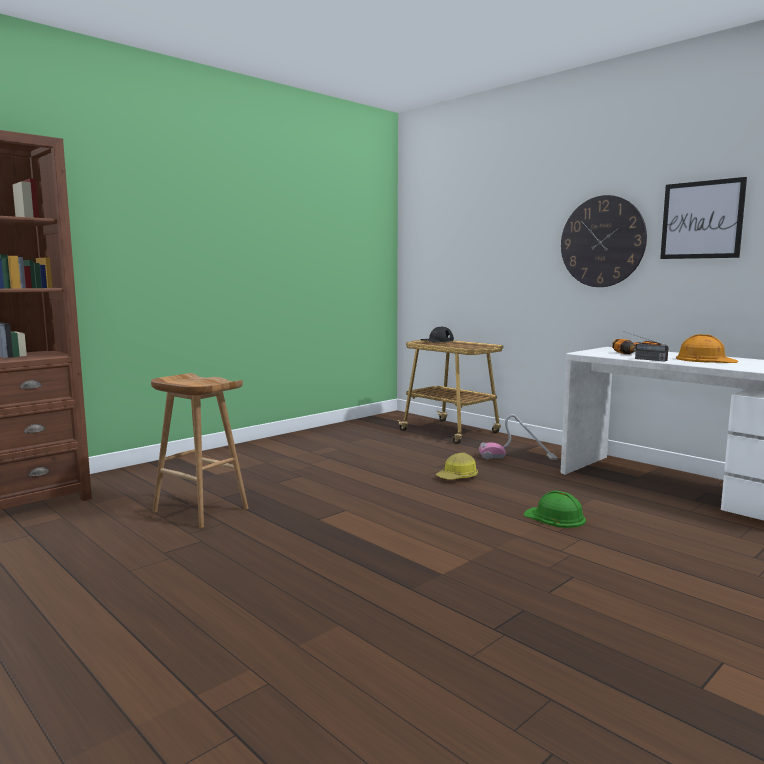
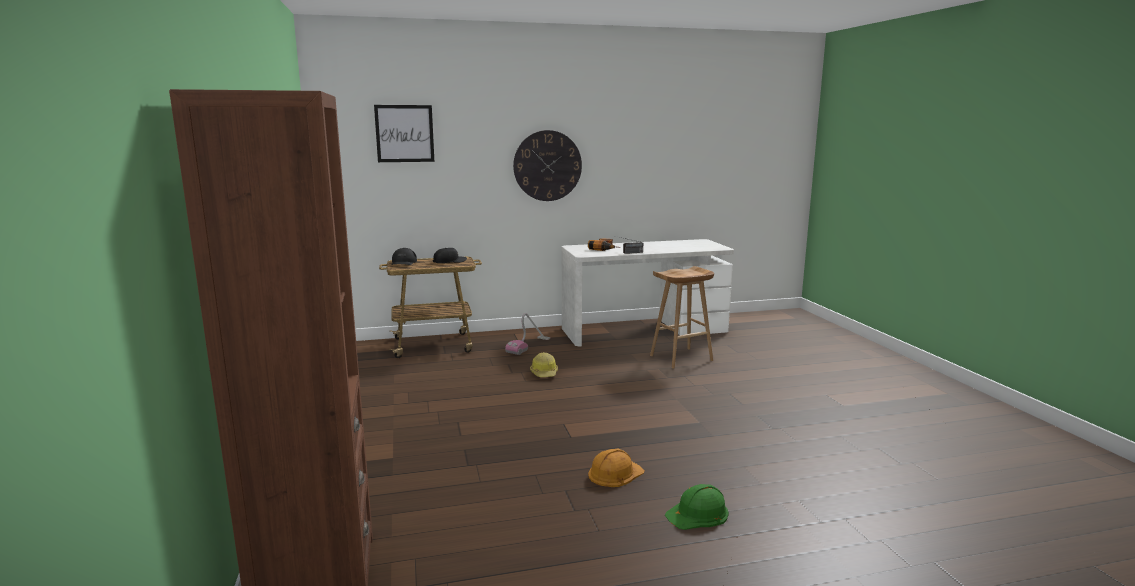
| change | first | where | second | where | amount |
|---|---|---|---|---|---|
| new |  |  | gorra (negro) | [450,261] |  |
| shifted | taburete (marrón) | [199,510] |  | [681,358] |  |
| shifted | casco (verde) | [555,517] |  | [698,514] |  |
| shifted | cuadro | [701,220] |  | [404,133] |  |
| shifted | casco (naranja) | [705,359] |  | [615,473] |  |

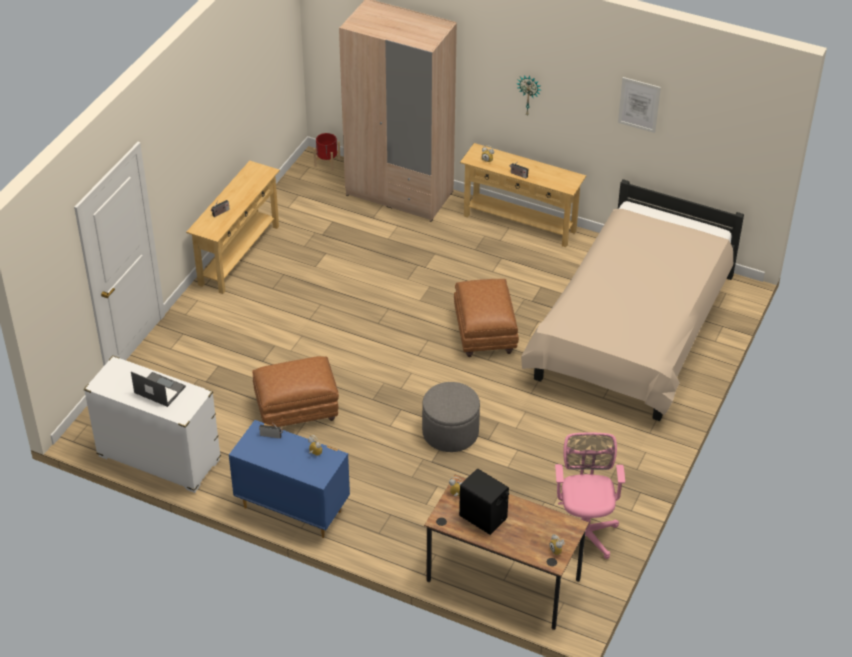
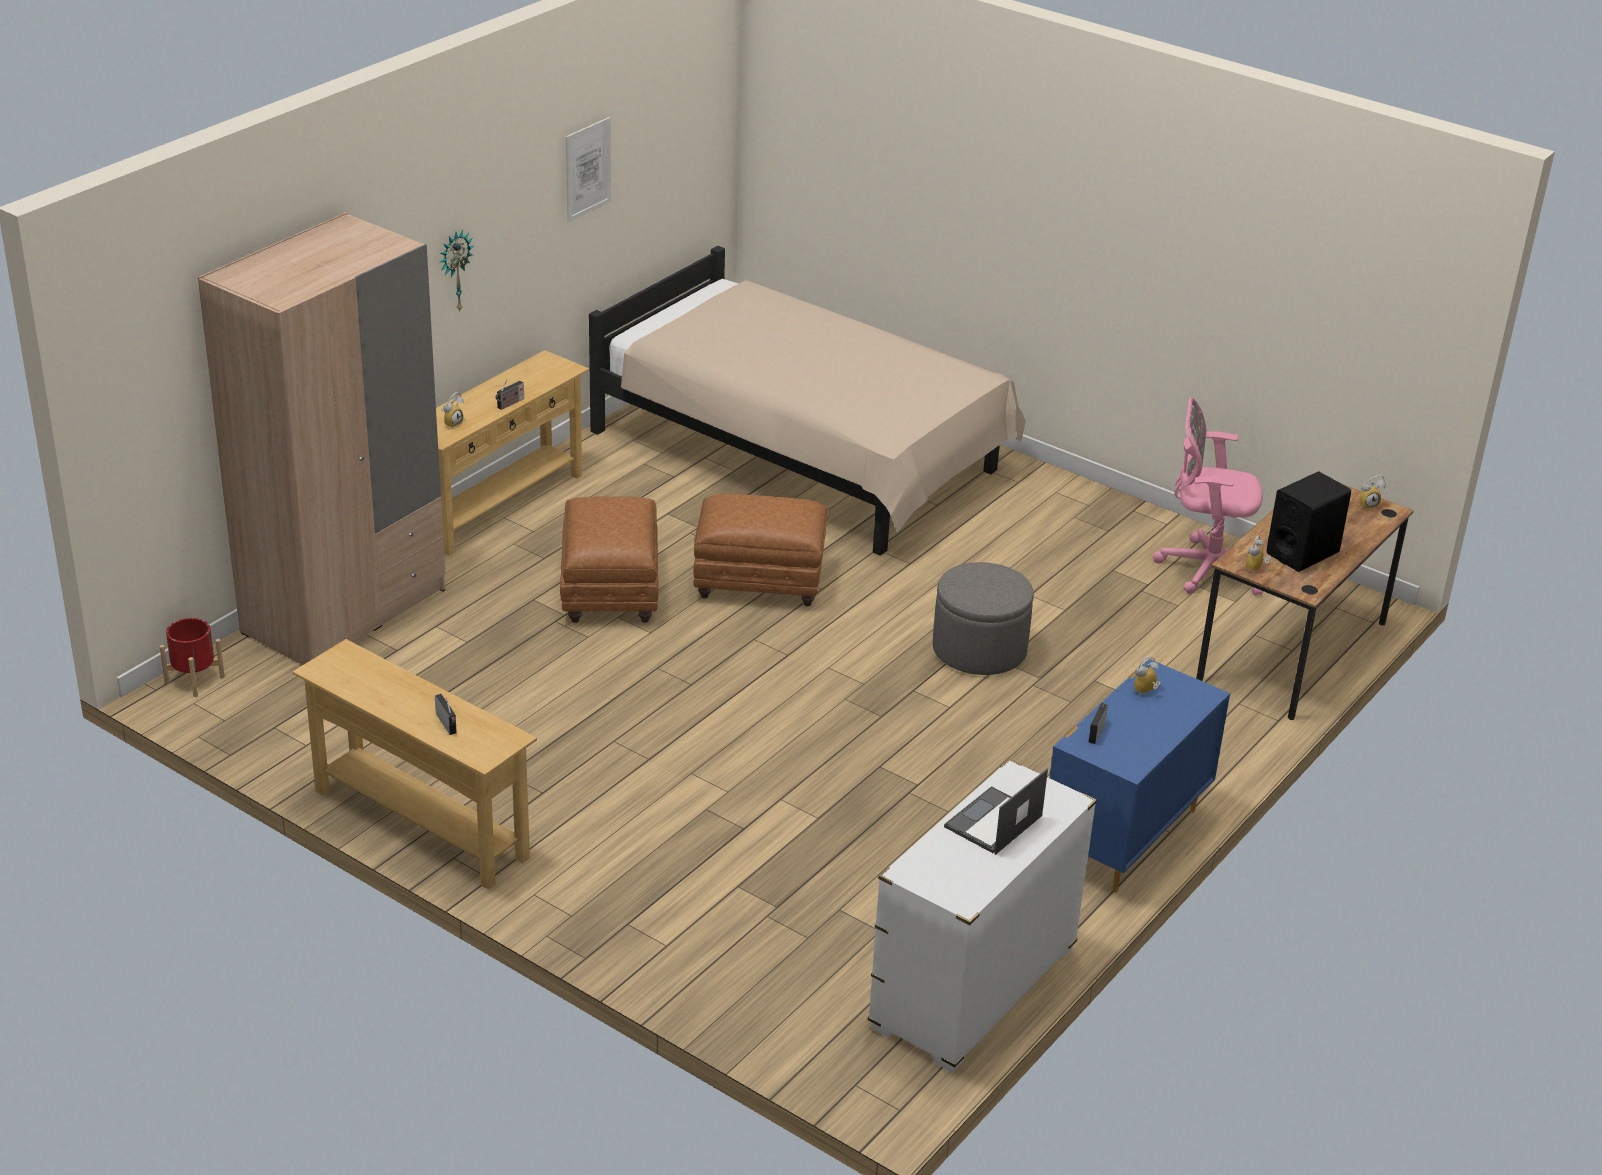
| change | first | where | second | where | amount |
|---|---|---|---|---|---|
| shifted | puf (marrón) | [297,410] |  | [609,591] |  |

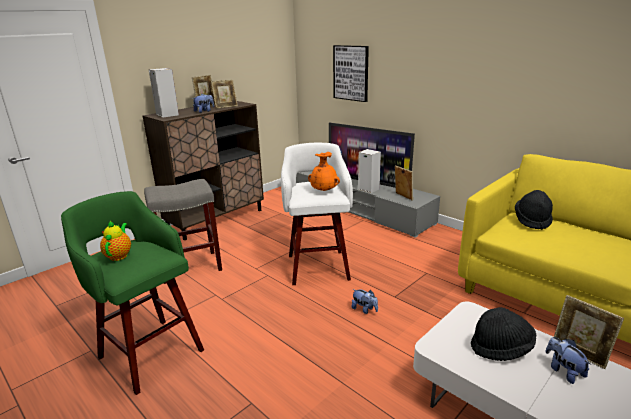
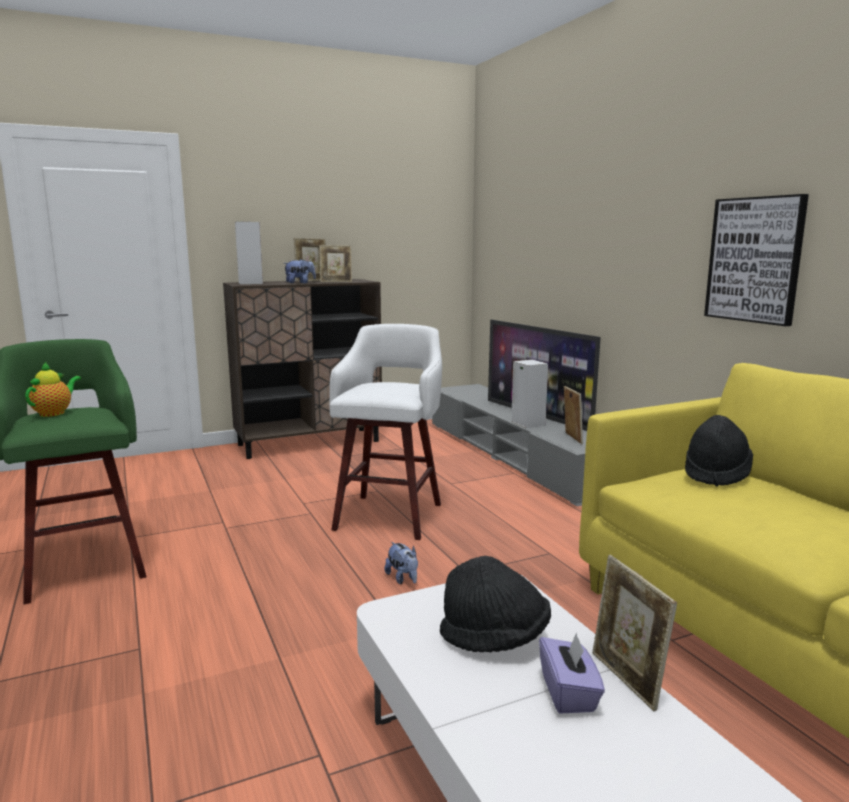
| change | first | where | second | where | amount |
|---|---|---|---|---|---|
| gone | taburete (gris) | [189,267] |  |  |  |
| gone | florero (naranja) | [324,190] |  |  |  |
| shifted | cuadro | [351,73] |  | [755,260] |  |
| swapped | peluche | [563,371] | caja de pañuelos (morado) | [569,693] |  |

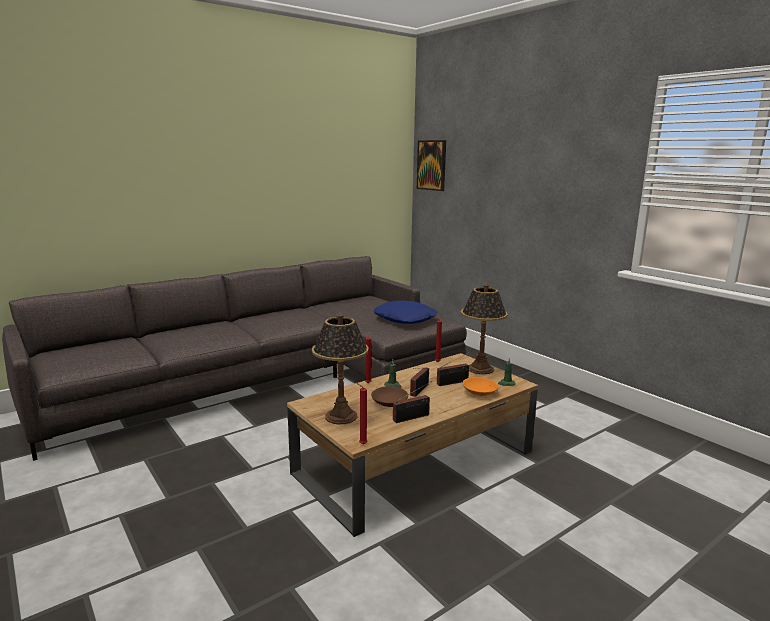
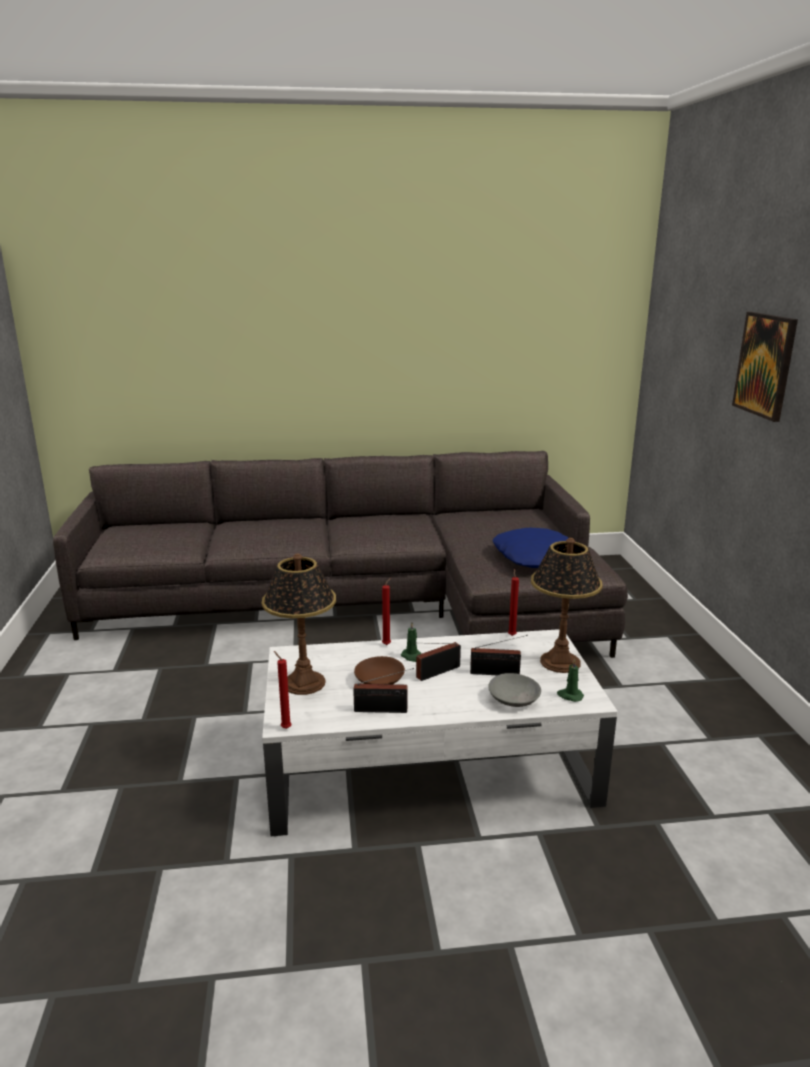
| change | first | where | second | where | amount |
|---|---|---|---|---|---|
| shifted | cuadro | [432,165] |  | [765,365] |  |
| repainted | mesa de centro (marrón) | [416,462] | mesa de centro (blanco) | [431,767] |  |
| repainted | cuenco (naranja) | [480,392] | cuenco (gris) | [514,699] |  |

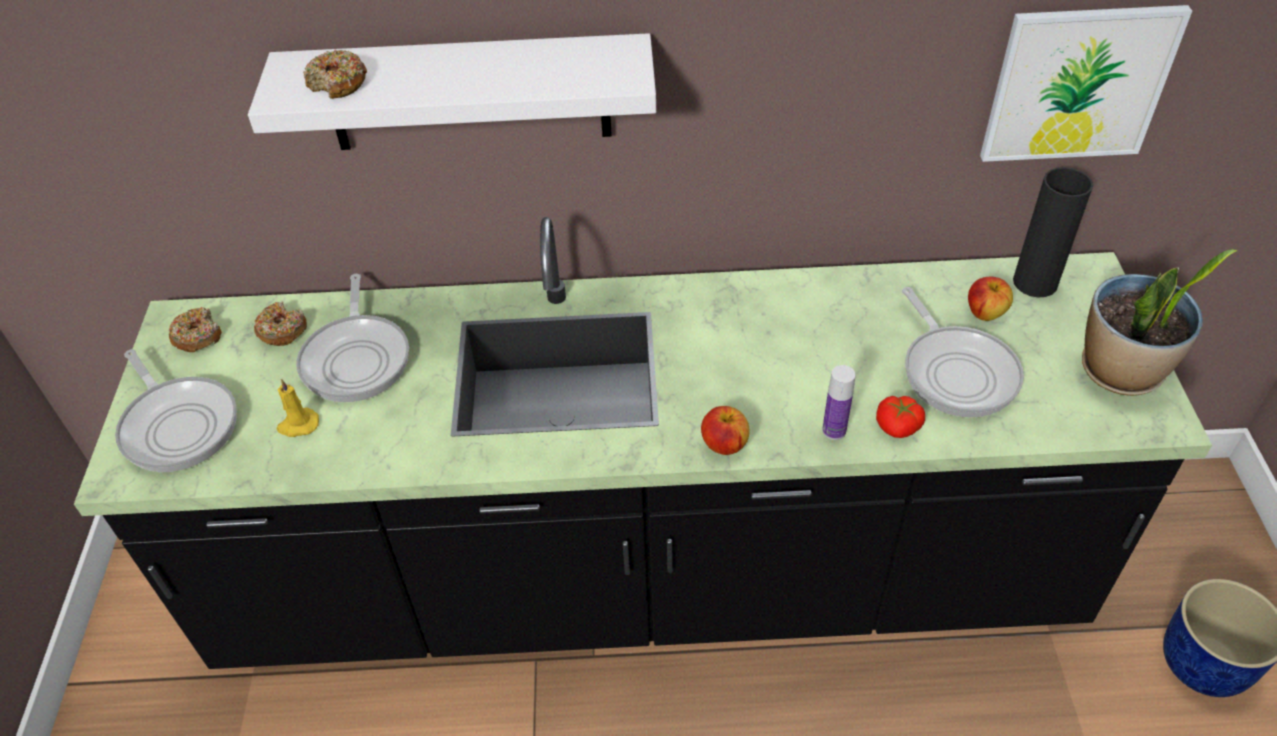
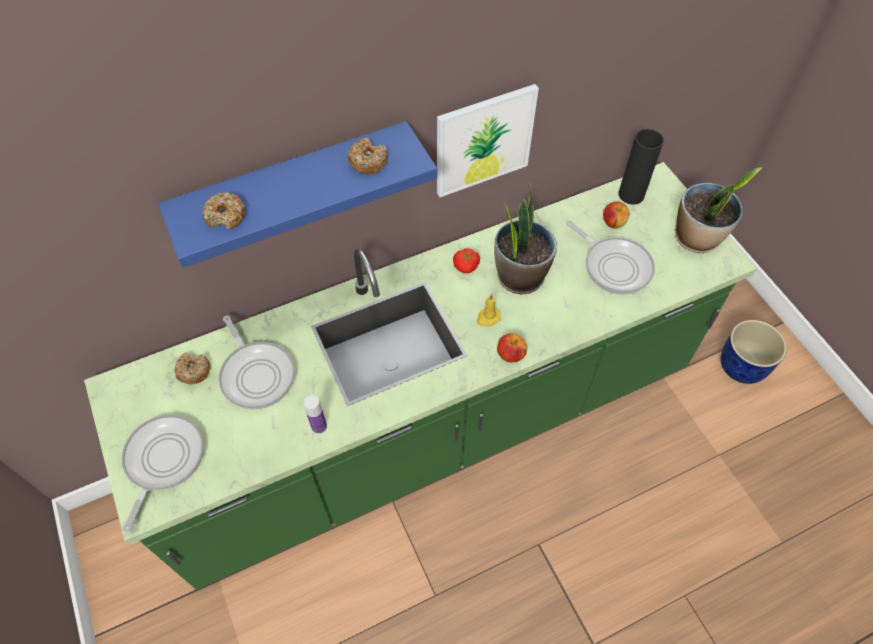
| change | first | where | second | where | amount |
|---|---|---|---|---|---|
| new |  |  | planta en maceta | [519,275] |  |
| shifted | rosquilla | [197,336] |  | [368,161] |  |
| shifted | vela (amarillo) | [298,425] |  | [488,318] |  |
| shifted | botella | [834,430] |  | [319,426] |  |
| shifted | tomate | [898,427] |  | [466,266] |  |
| shifted | cuadro | [1078,84] |  | [483,140] |  |
| repainted | mueble bajo de cocina (negro) | [648,582] | mueble bajo de cocina (verde) | [436,429] |  |
| repainted | estante (blanco) | [468,93] | estante (azul) | [293,188] |  |
| rotated | sartén | [178,424] |  | [163,461] | 105 degrees counterclockwise |

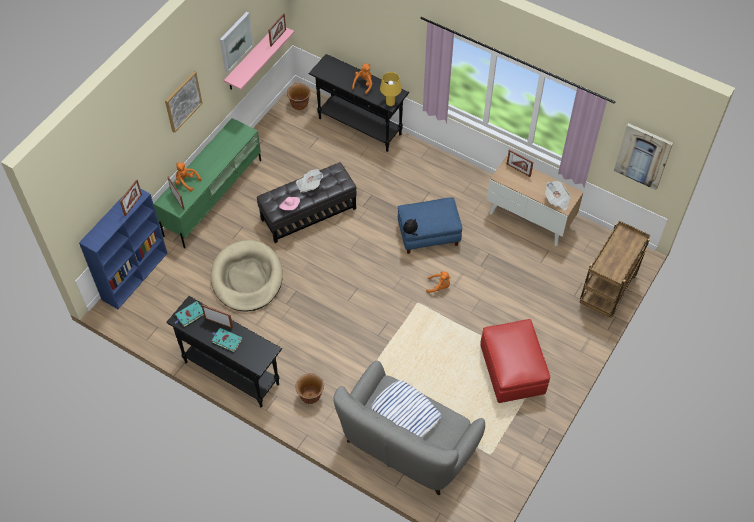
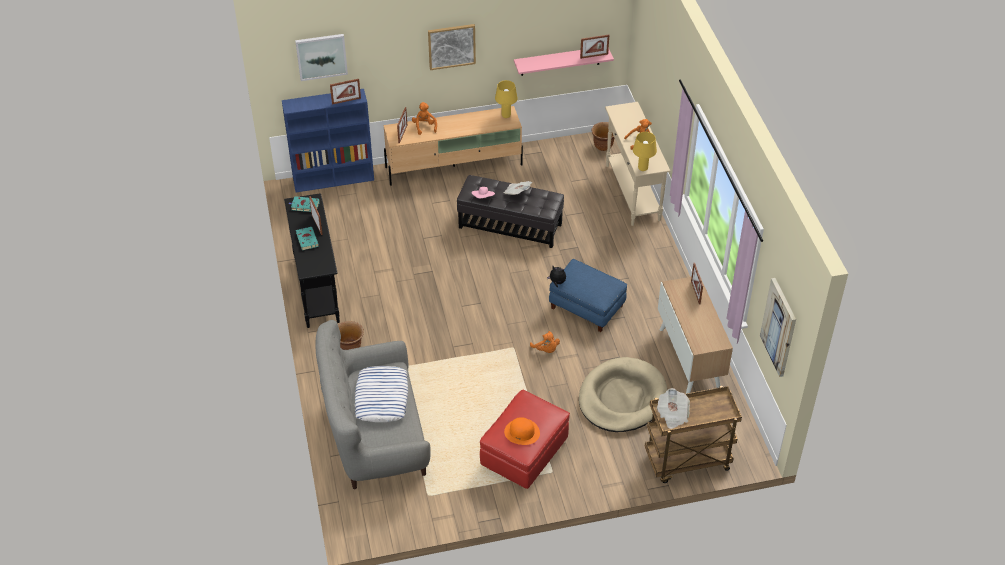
| change | first | where | second | where | amount |
|---|---|---|---|---|---|
| new |  |  | lámpara de mesa (amarillo) | [506,115] |  |
| new |  |  | sombrero (naranja) | [522,432] |  |
| shifted | cama para perro (beis) | [247,278] |  | [622,398] |  |
| shifted | cuadro | [235,41] |  | [321,56] |  |
| shifted | periódico | [557,200] |  | [672,415] |  |
| repainted | mueble de televisión (verde) | [214,197] | mueble de televisión (beis) | [454,166] |  |
| repainted | mesa consola (negro) | [360,126] | mesa consola (beis) | [632,193] |  |

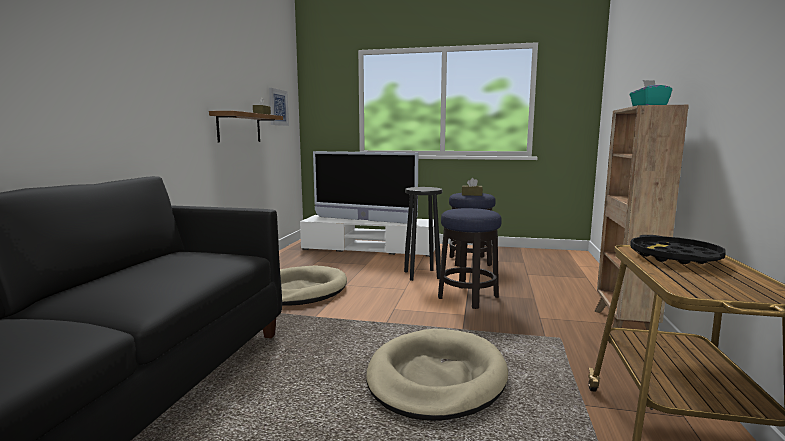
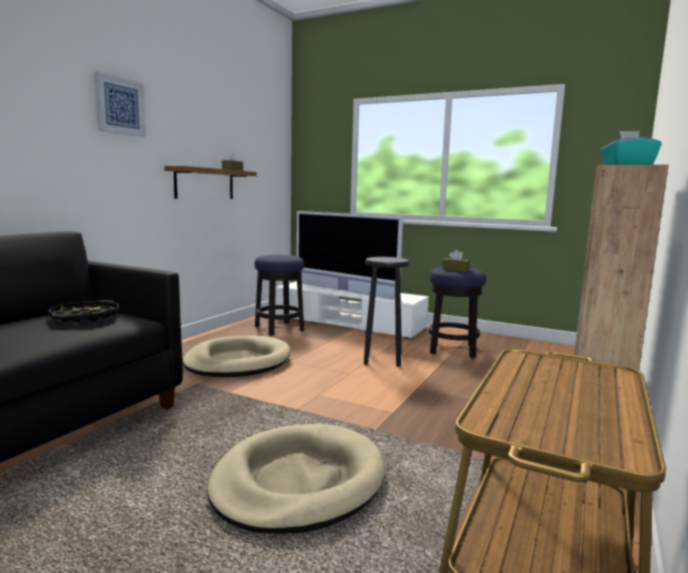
| change | first | where | second | where | amount |
|---|---|---|---|---|---|
| shifted | cuadro | [278,107] |  | [120,106] |  |
| shifted | taburete | [468,298] |  | [279,329] |  |
| shifted | bandeja (negro) | [674,257] |  | [85,317] |  |

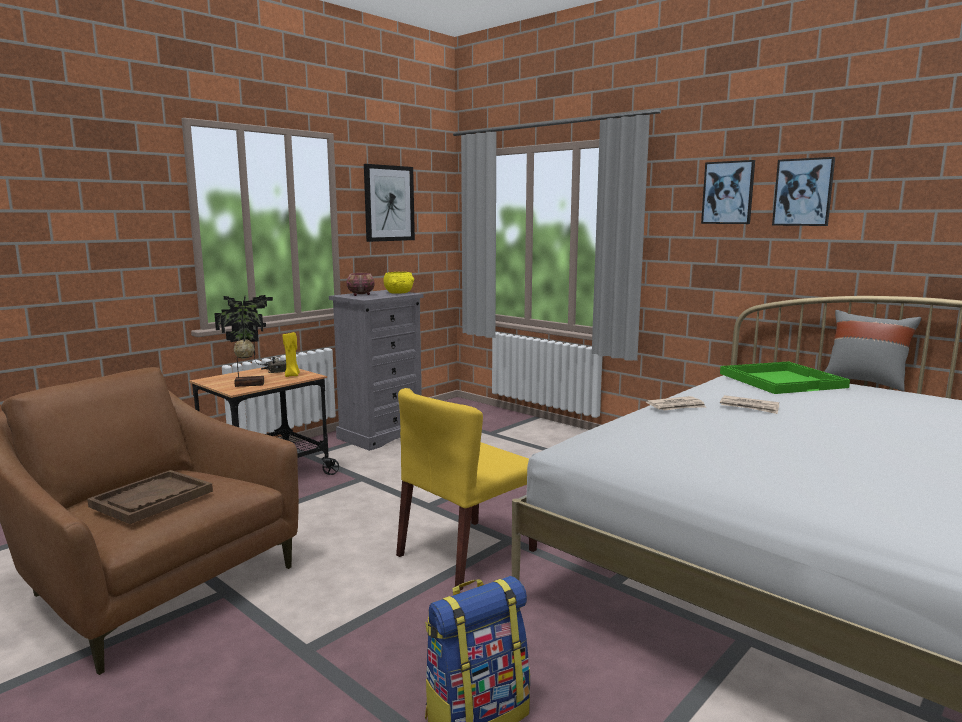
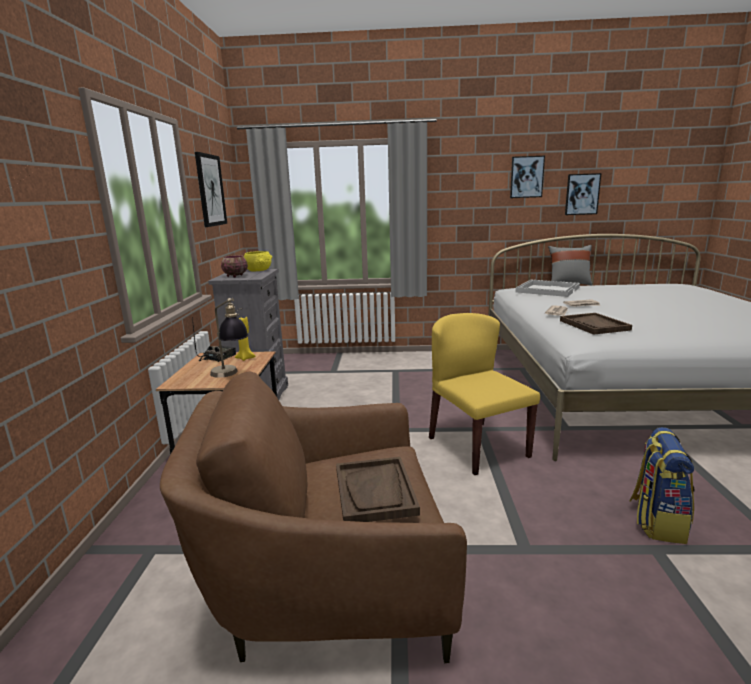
| change | first | where | second | where | amount |
|---|---|---|---|---|---|
| new |  |  | bandeja (marrón) | [594,325] |  |
| shifted | cuadro | [728,192] |  | [582,194] |  |
| swapped | planta en maceta | [249,384] | lámpara de mesa | [231,374] |  |
| repainted | bandeja (verde) | [781,380] | bandeja (blanco) | [547,289] |  |
| rotated | silla (amarillo) | [466,553] |  | [477,446] | 150 degrees clockwise |

